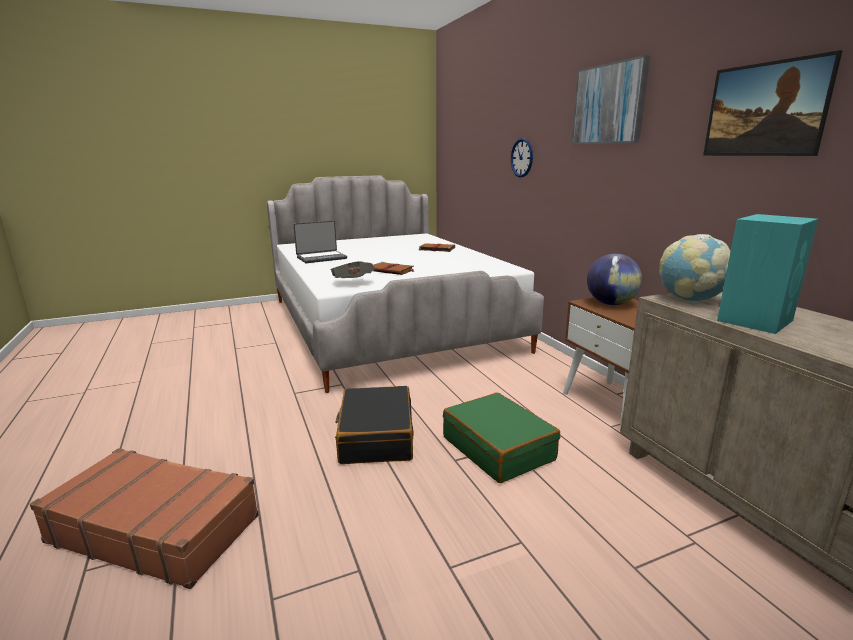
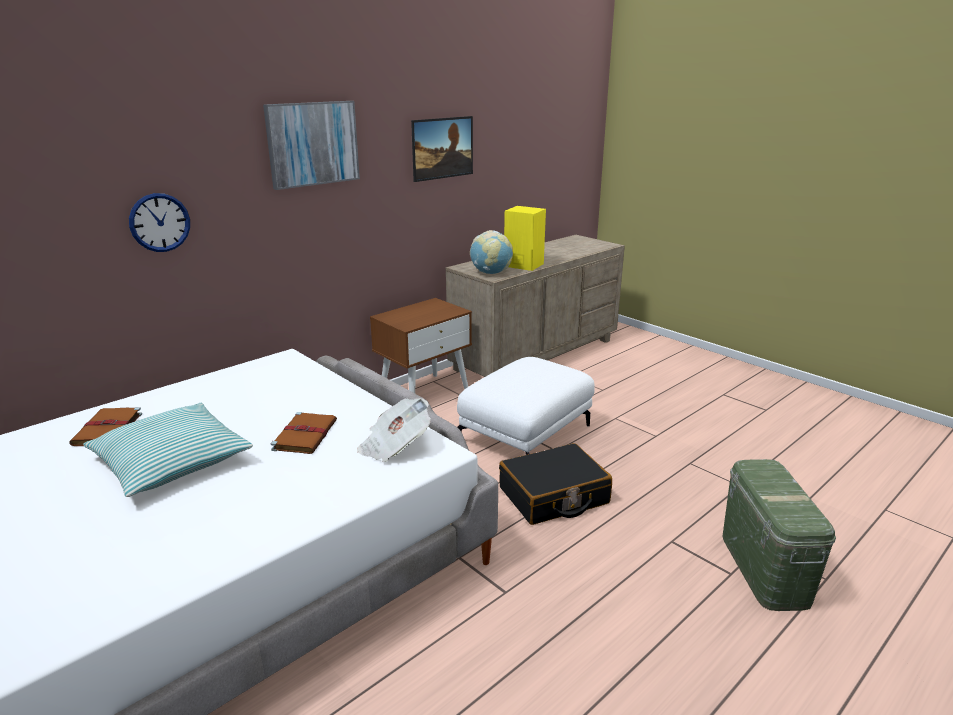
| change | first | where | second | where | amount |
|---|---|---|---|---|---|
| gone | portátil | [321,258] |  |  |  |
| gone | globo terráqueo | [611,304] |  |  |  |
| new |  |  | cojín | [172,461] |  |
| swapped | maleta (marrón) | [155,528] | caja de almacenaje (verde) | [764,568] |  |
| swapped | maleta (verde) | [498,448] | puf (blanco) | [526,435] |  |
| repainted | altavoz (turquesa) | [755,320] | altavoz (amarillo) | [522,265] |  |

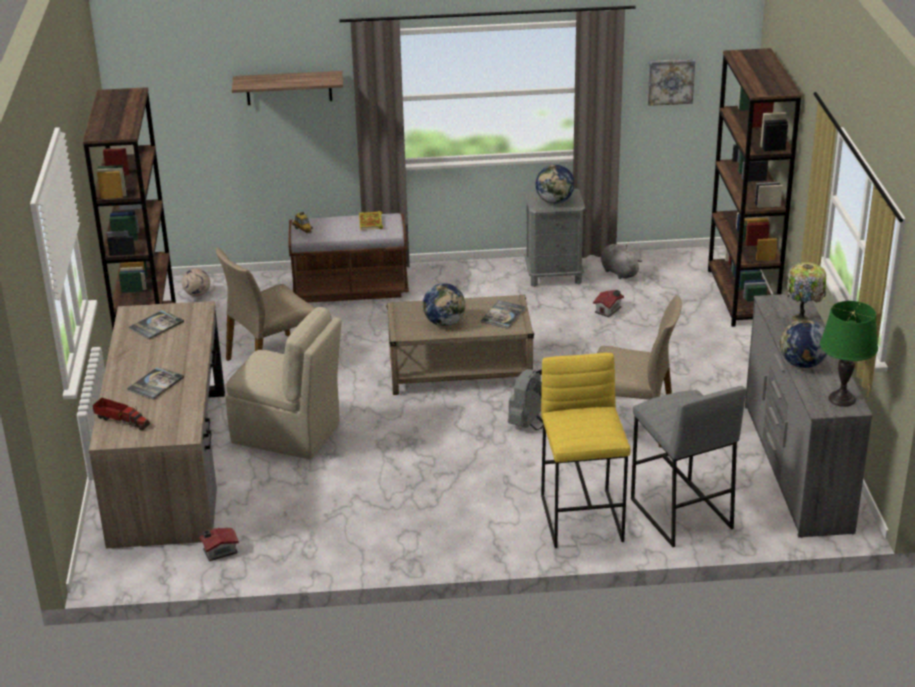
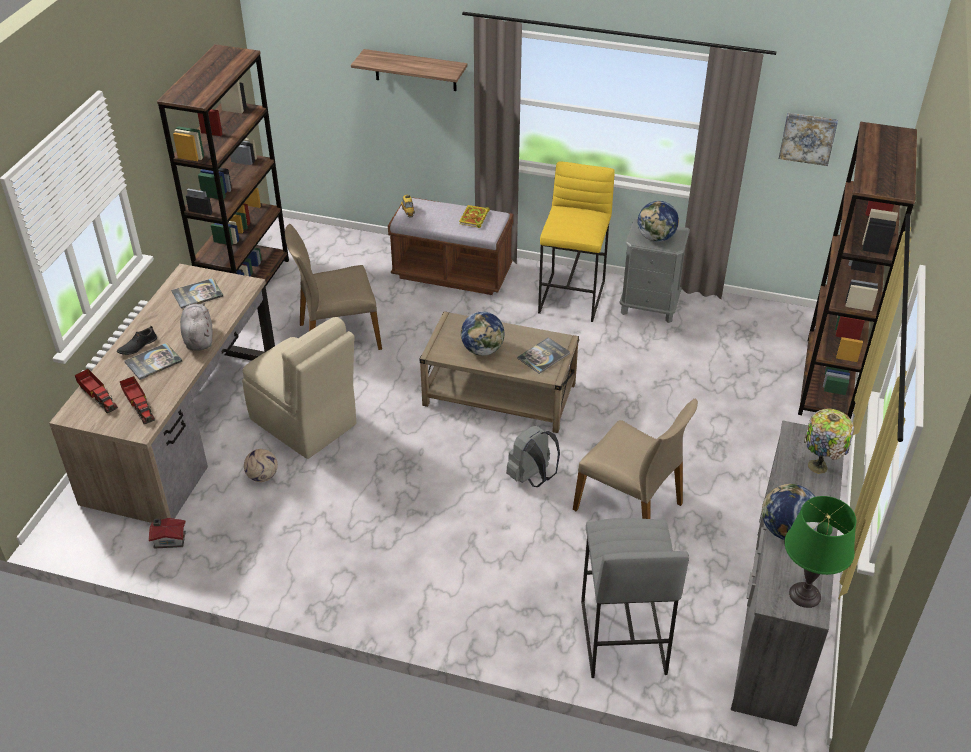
| change | first | where | second | where | amount |
|---|---|---|---|---|---|
| gone | casita | [609,310] |  |  |  |
| new |  |  | zapato (negro) | [137,346] |  |
| new |  |  | camión de juguete | [139,405] |  |
| shifted | balón de fútbol | [197,294] |  | [263,476] |  |
| shifted | taburete (amarillo) | [583,518] |  | [572,297] |  |
| shifted | peluche (gris) | [618,272] |  | [198,338] |  |

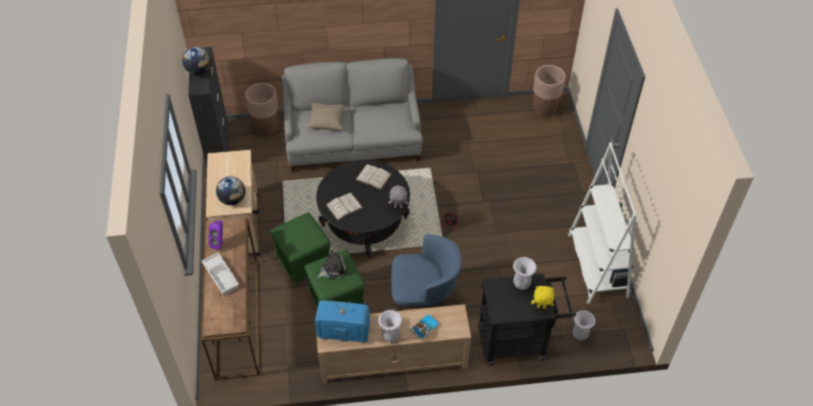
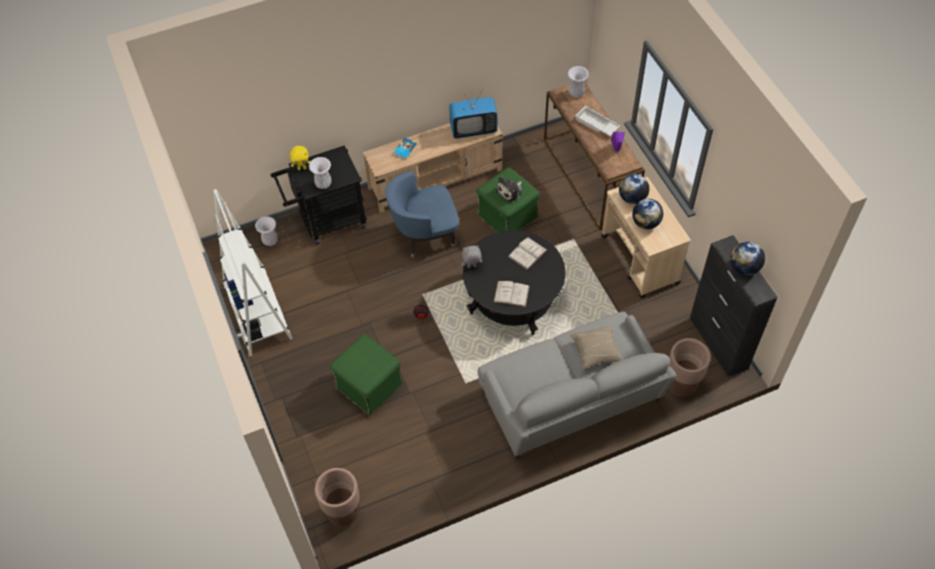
| change | first | where | second | where | amount |
|---|---|---|---|---|---|
| new |  |  | globo terráqueo | [646,223] |  |
| shifted | puf (verde) | [303,260] |  | [368,385] |  |
| shifted | florero (blanco) | [390,336] |  | [576,93] |  |

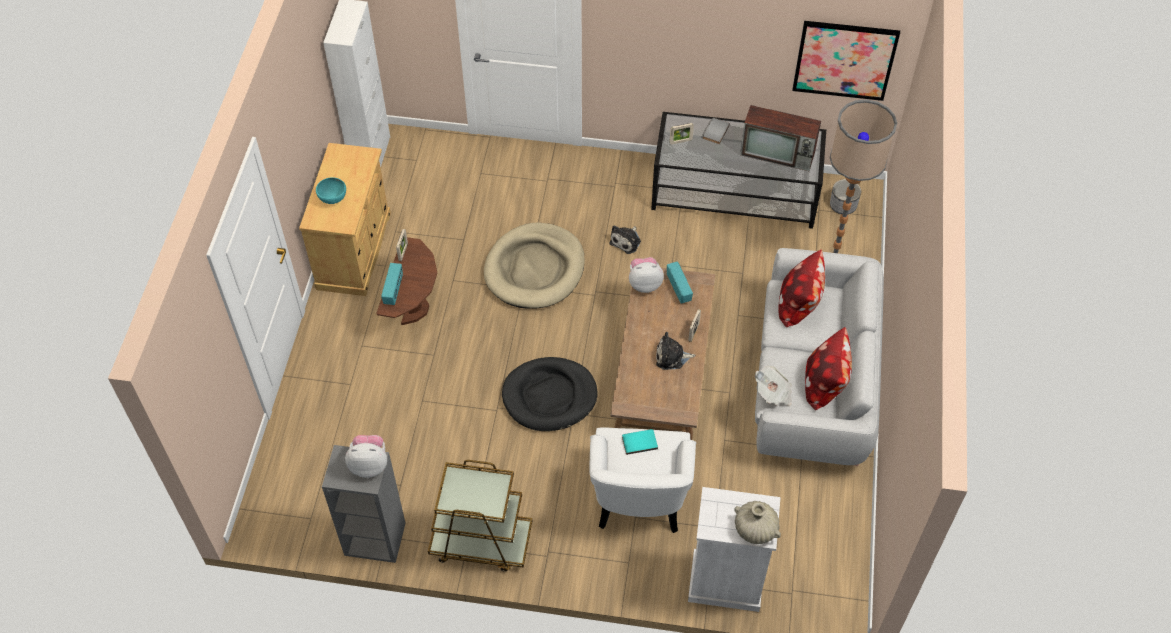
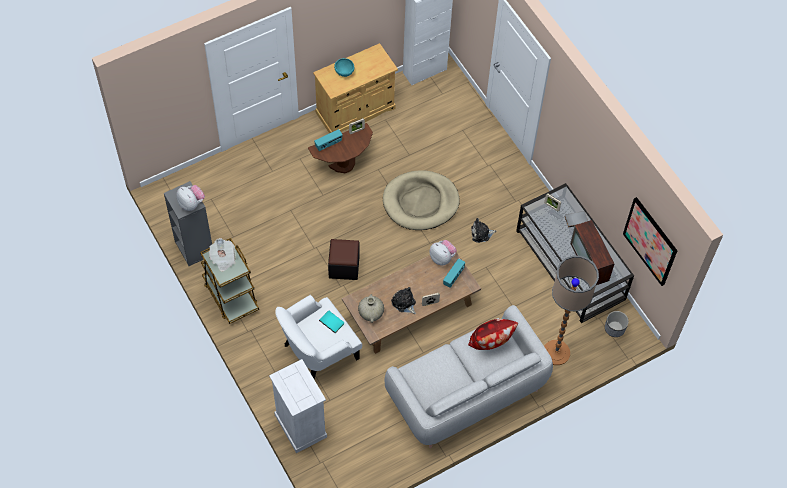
| change | first | where | second | where | amount |
|---|---|---|---|---|---|
| gone | cojín | [824,384] |  |  |  |
| shifted | florero (beis) | [755,529] |  | [371,312] |  |
| shifted | periódico | [773,393] |  | [223,258] |  |
| swapped | cama para perro (negro) | [549,396] | puf (negro) | [344,266] |  |

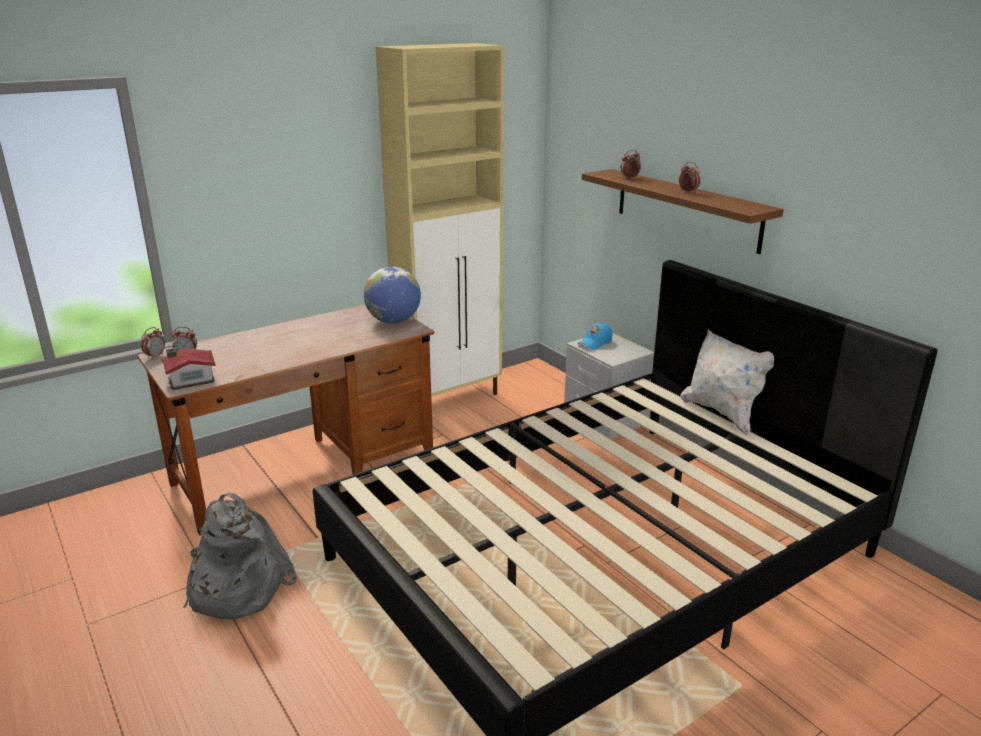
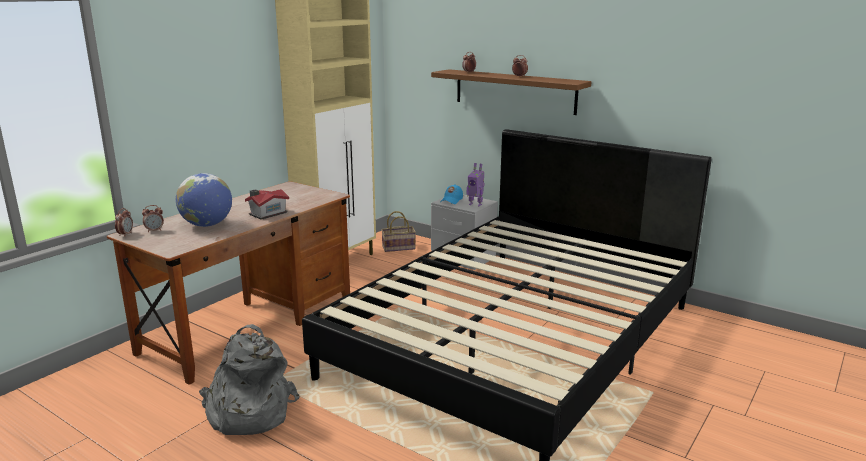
| change | first | where | second | where | amount |
|---|---|---|---|---|---|
| gone | cojín (blanco) | [722,413] |  |  |  |
| new |  |  | cesta | [399,247] |  |
| new |  |  | robot de juguete | [475,204] |  |
| shifted | casita | [190,380] |  | [267,213] |  |
| shifted | globo terráqueo | [393,321] |  | [207,225] |  |

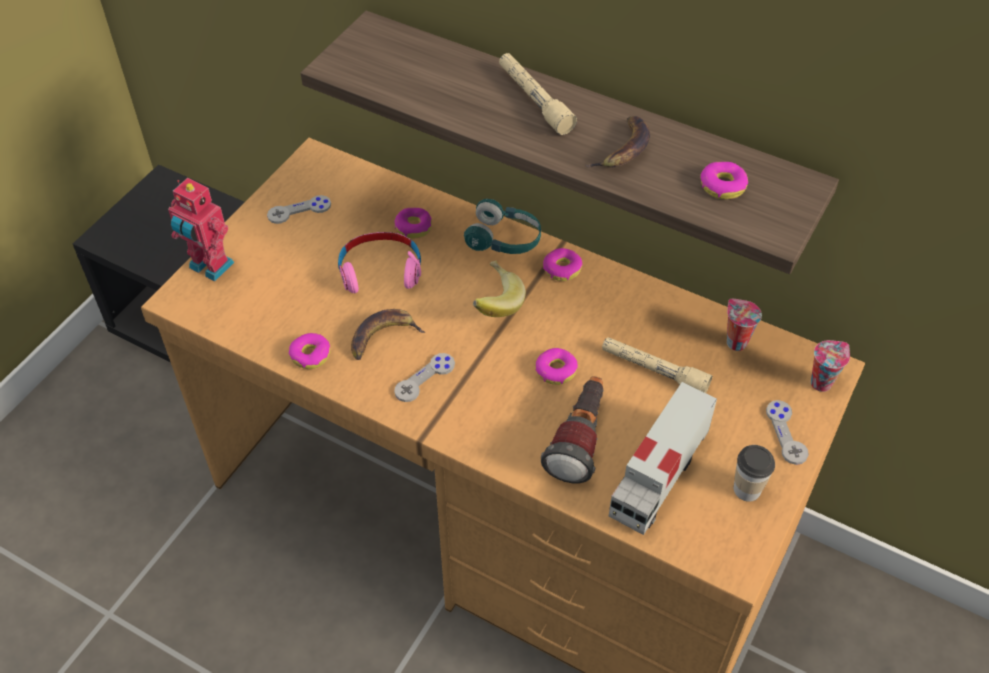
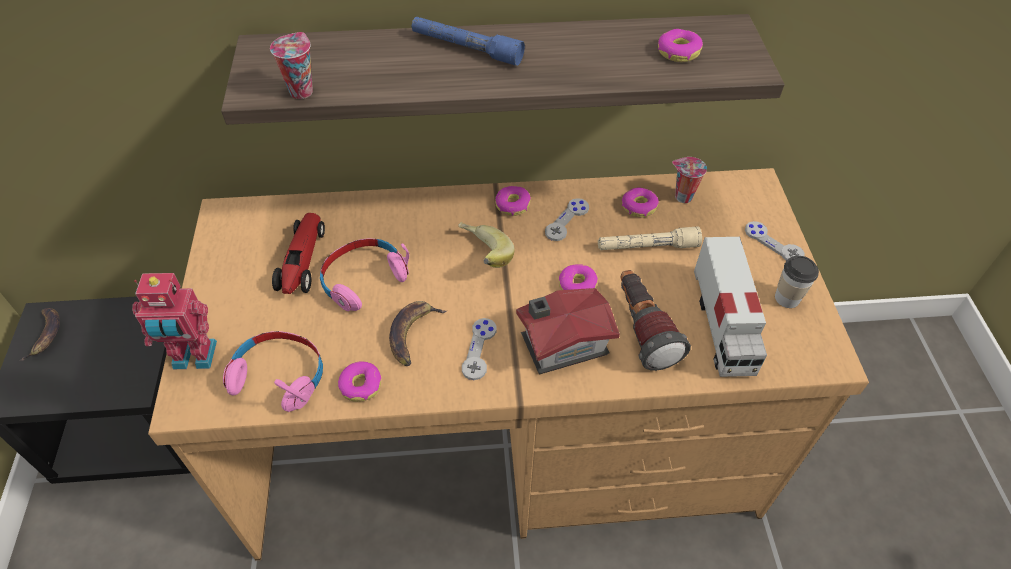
| change | first | where | second | where | amount |
|---|---|---|---|---|---|
| gone | auriculares (turquesa) | [504,239] |  |  |  |
| new |  |  | auriculares (rosa) | [279,376] |  |
| new |  |  | coche de juguete | [302,261] |  |
| new |  |  | casita | [561,343] |  |
| shifted | mando de consola (gris) | [299,211] |  | [567,220] |  |
| shifted | rosquilla | [413,227] |  | [638,206] |  |
| shifted | plátano | [624,150] |  | [46,335] |  |
| shifted | taza | [821,382] |  | [301,90] |  |
| repainted | linterna (beis) | [534,100] | linterna (azul) | [466,48] |  |

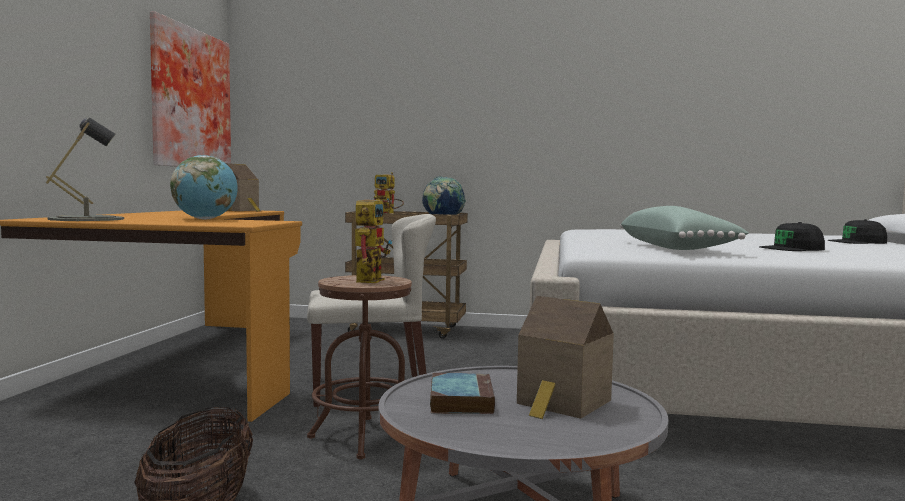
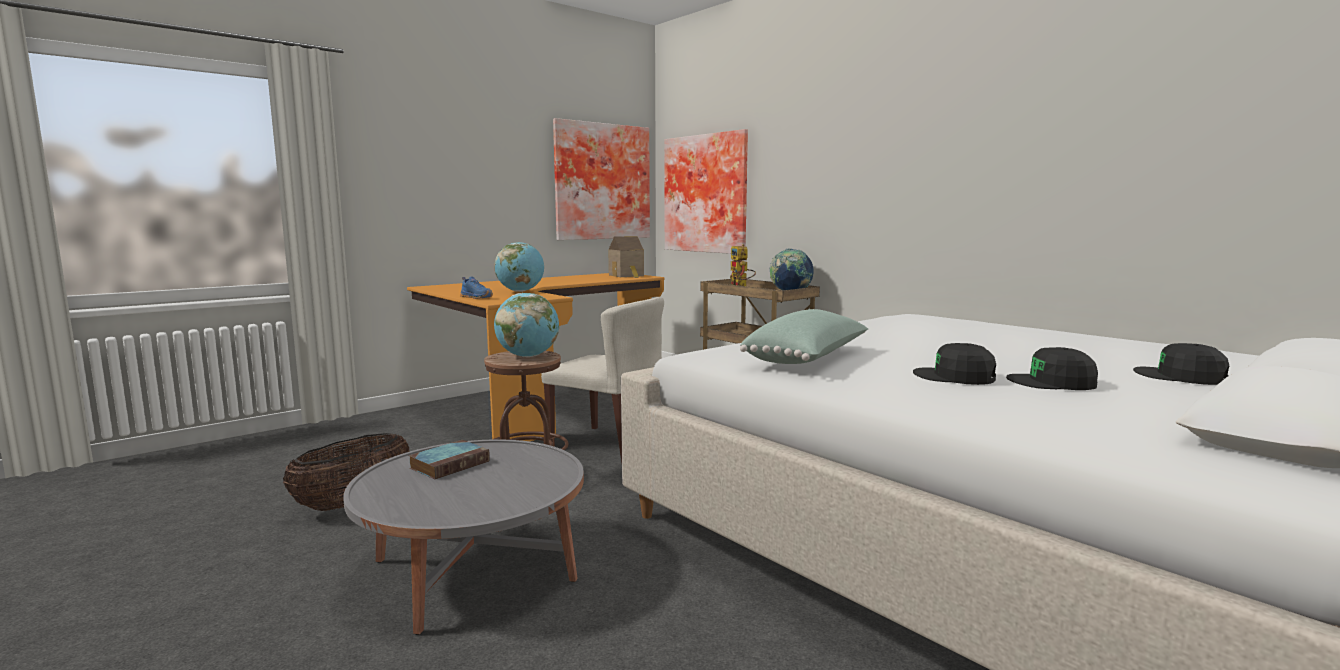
| change | first | where | second | where | amount |
|---|---|---|---|---|---|
| gone | lámpara de mesa (gris) | [87,219] |  |  |  |
| gone | casita | [562,403] |  |  |  |
| new |  |  | zapato (azul) | [477,297] |  |
| new |  |  | cuadro | [707,194] |  |
| new |  |  | gorra (negro) | [1052,382] |  |
| swapped | robot de juguete | [369,279] | globo terráqueo | [528,356] |  |

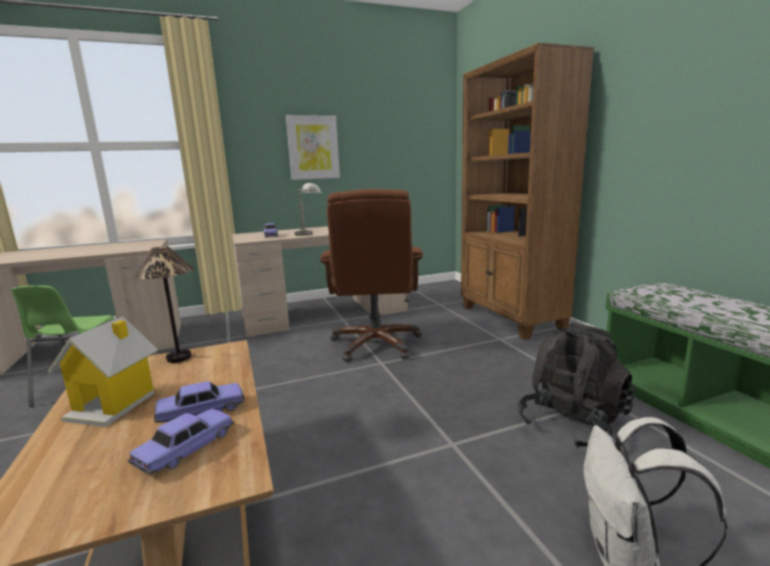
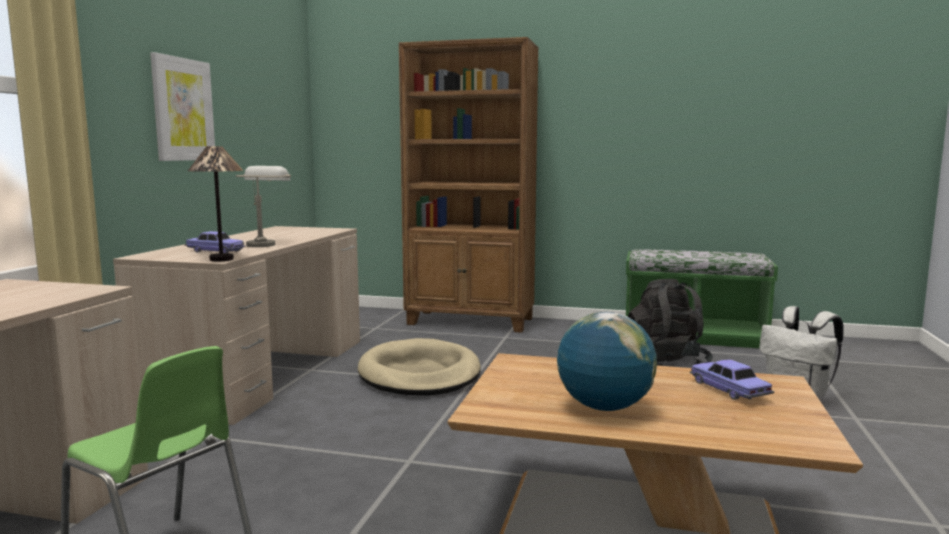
| change | first | where | second | where | amount |
|---|---|---|---|---|---|
| gone | coche de juguete | [202,411] |  |  |  |
| shifted | lámpara de mesa | [179,357] |  | [221,259] |  |
| swapped | casita | [114,404] | globo terráqueo | [604,408] |  |
| swapped | silla de oficina (marrón) | [376,344] | cama para perro (beis) | [419,374] |  |

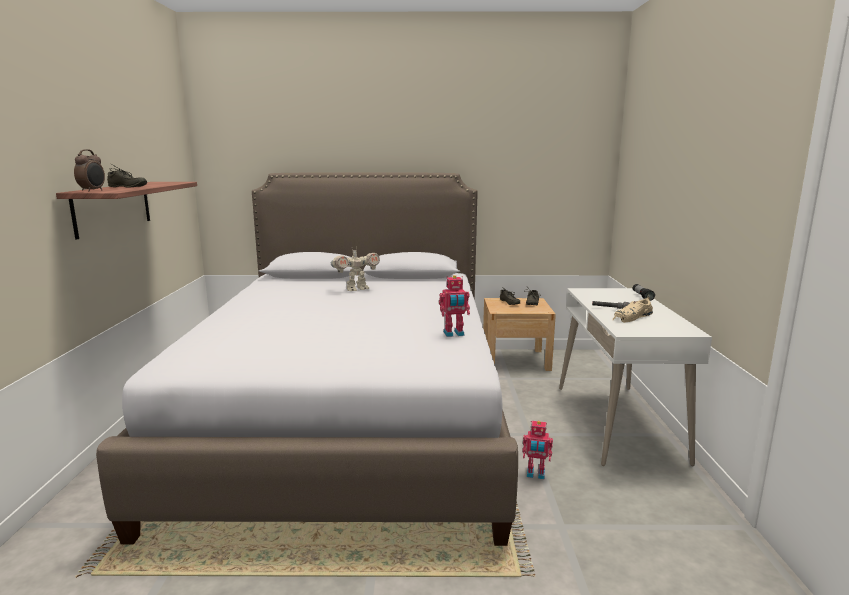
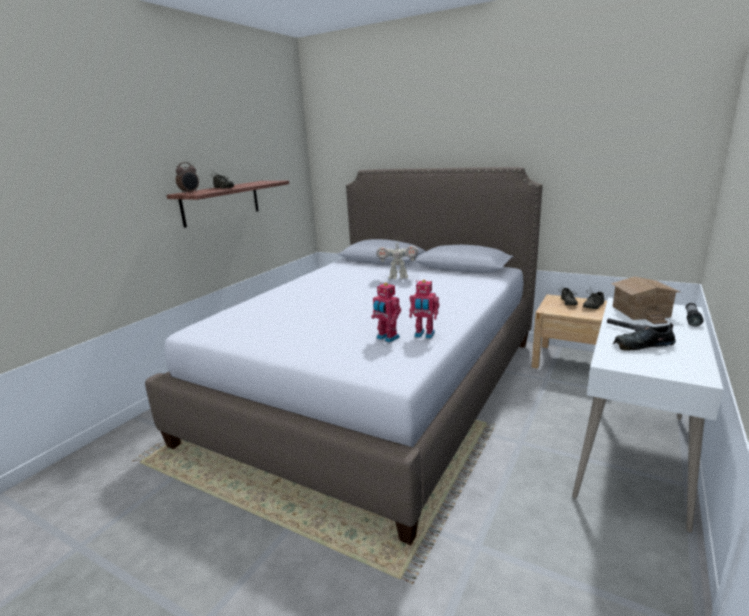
| change | first | where | second | where | amount |
|---|---|---|---|---|---|
| new |  |  | casita | [639,312] |  |
| shifted | robot de juguete | [535,474] |  | [387,338] |  |
| repainted | zapato (beis) | [632,317] | zapato (negro) | [642,345] |  |

